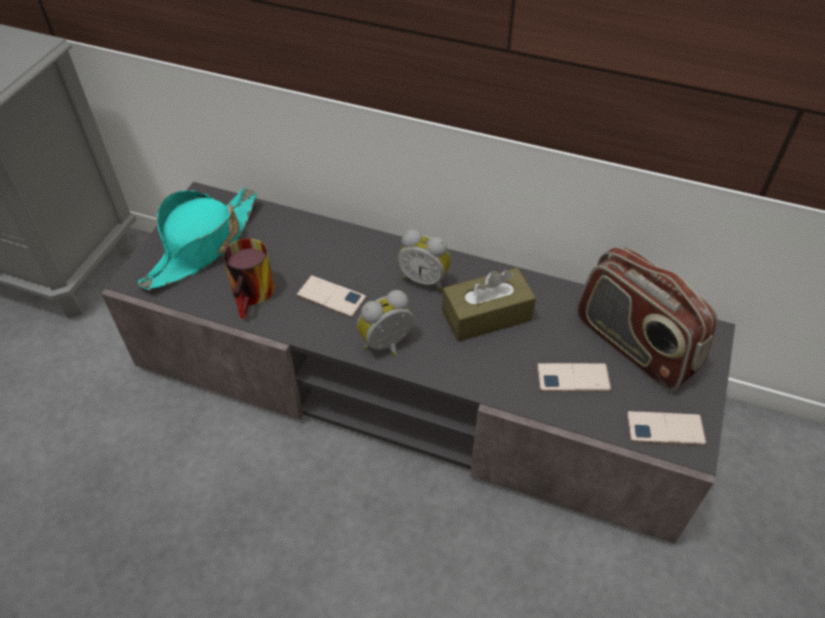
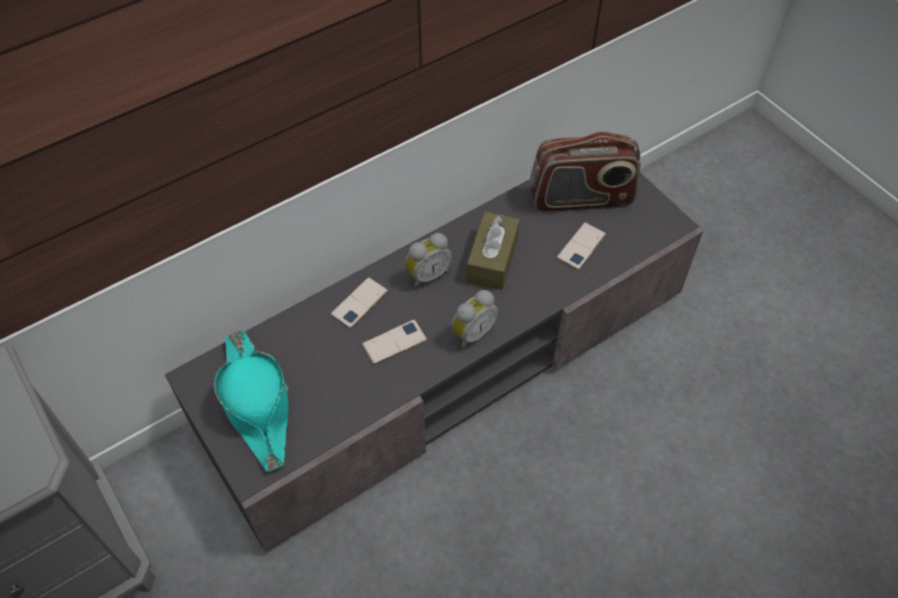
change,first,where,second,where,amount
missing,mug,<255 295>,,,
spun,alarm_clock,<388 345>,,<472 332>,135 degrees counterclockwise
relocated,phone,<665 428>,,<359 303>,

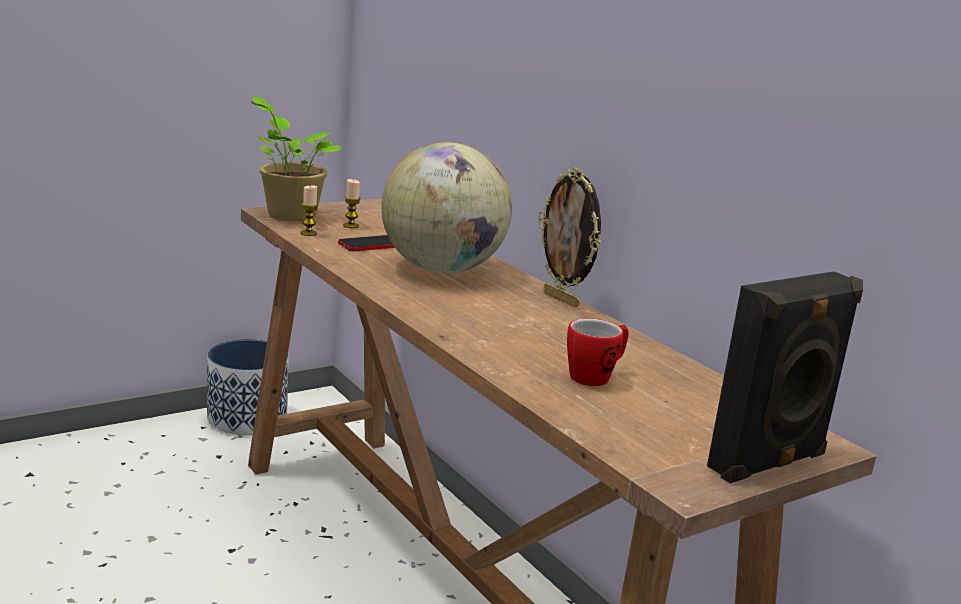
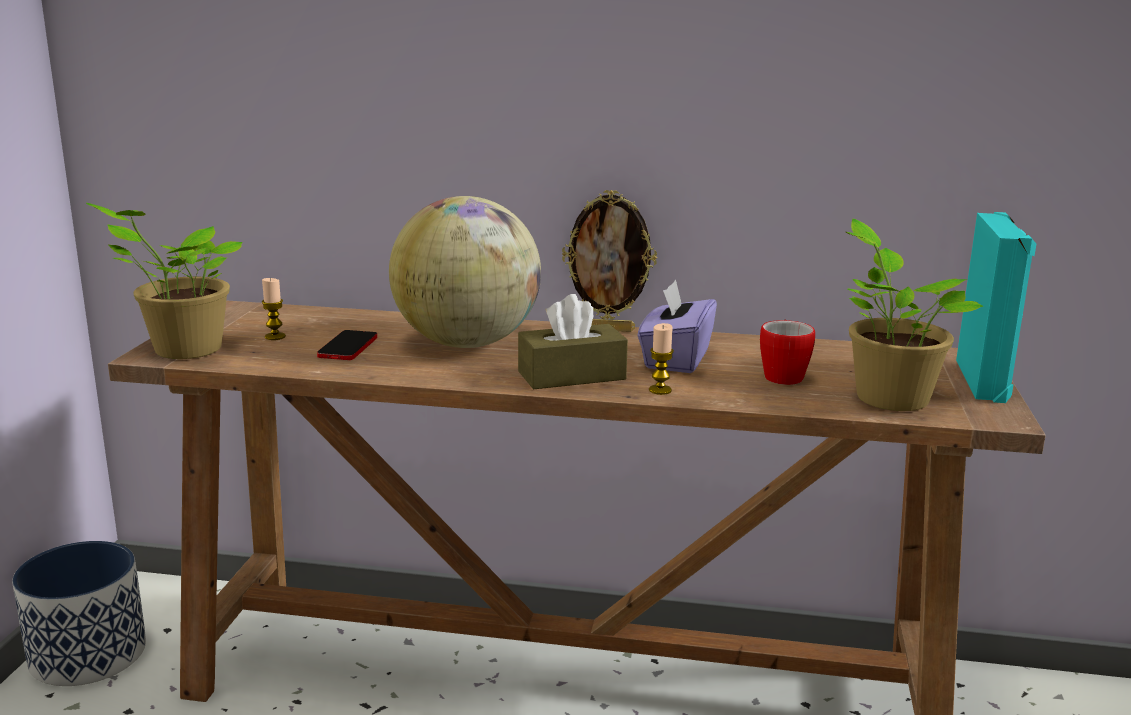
change,first,where,second,where,amount
relocated,candle,<308 233>,,<660 390>,
colour,black_speaker,<769 463>,turquoise_speaker,<984 381>,
appeared,,,brown_tissue_box,<571 375>,
appeared,,,purple_tissue_box,<675 359>,
appeared,,,potted_plant,<887 397>,

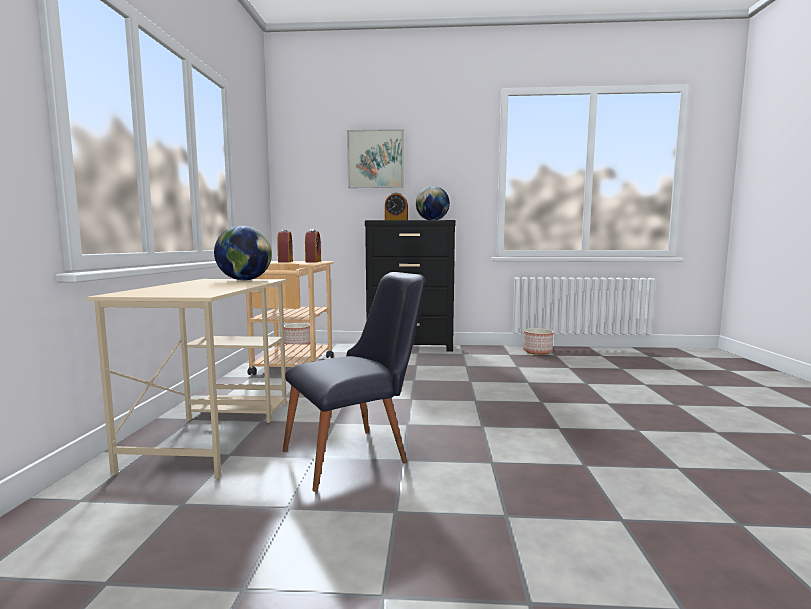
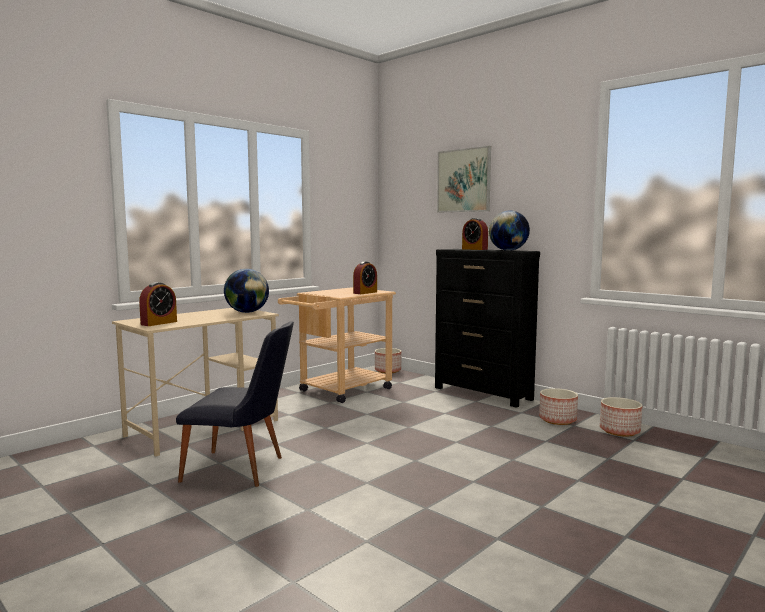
change,first,where,second,where,amount
relocated,alarm_clock,<285 261>,,<159 323>,
appeared,,,planter,<558 420>,

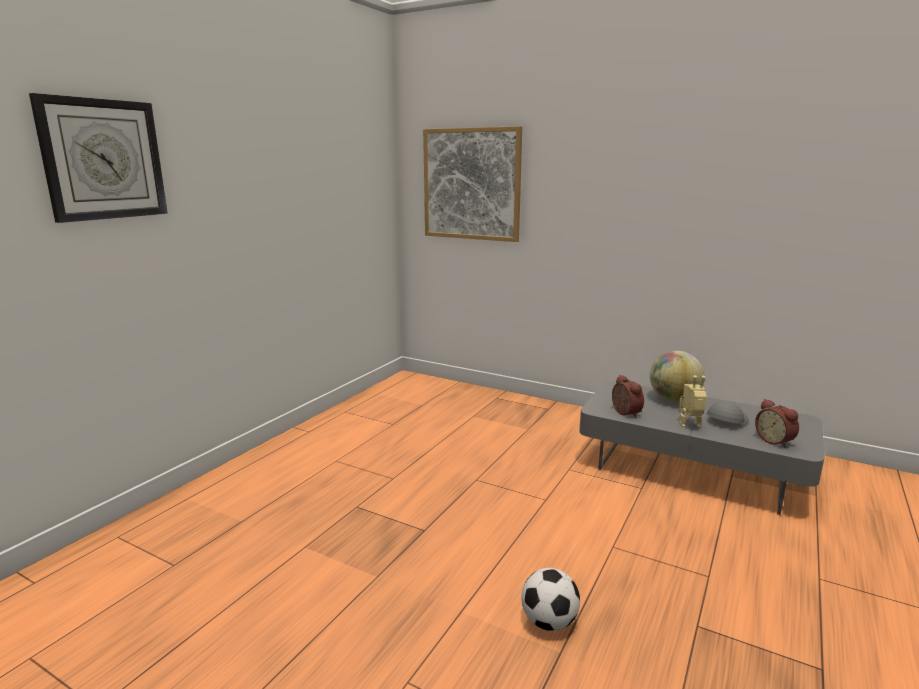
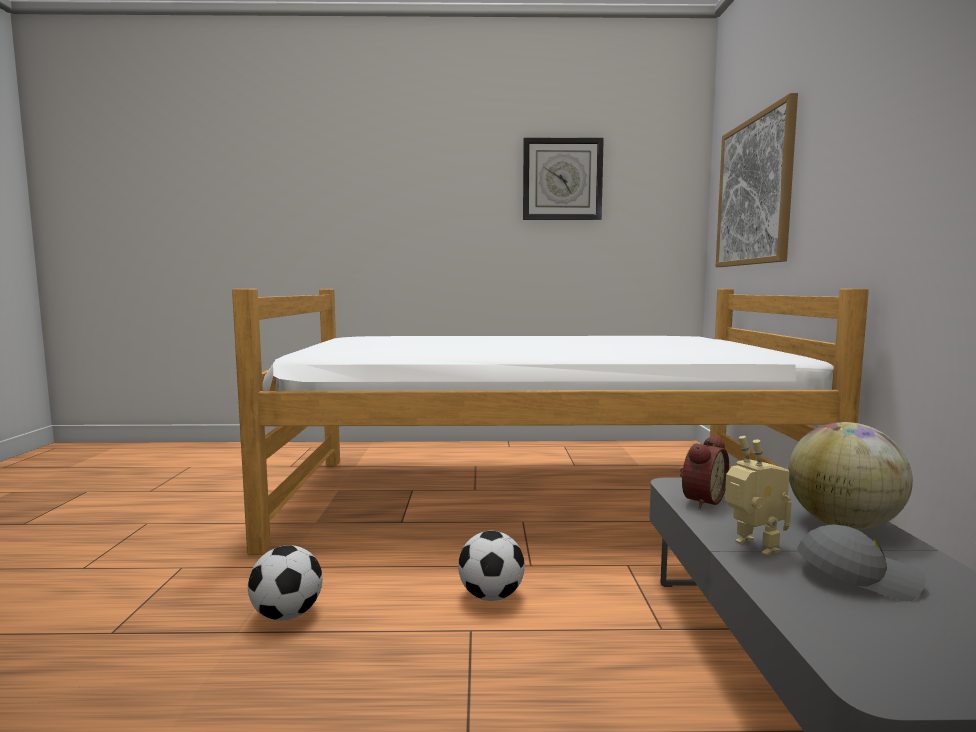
change,first,where,second,where,amount
relocated,wall_clock,<103 159>,,<562 179>,
missing,alarm_clock,<775 440>,,,
appeared,,,bed,<535 498>,
appeared,,,football,<491 596>,

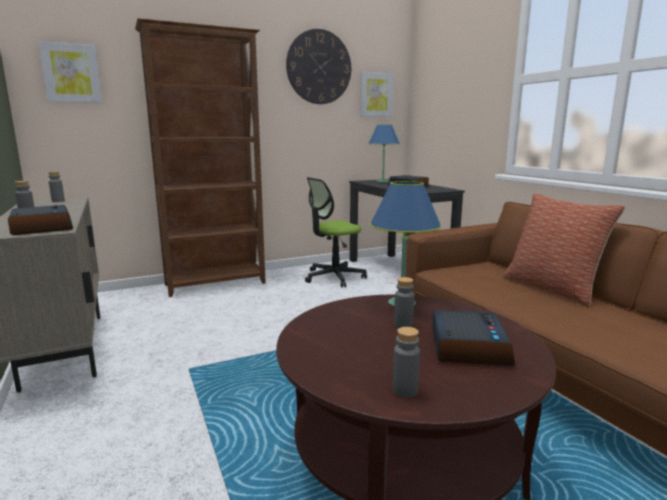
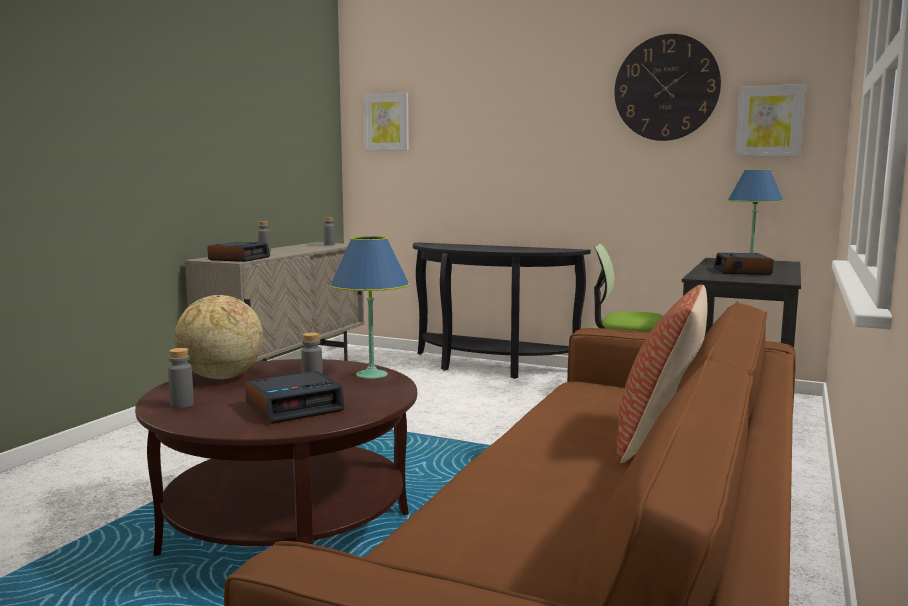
change,first,where,second,where,amount
exchanged,brown_bookcase,<216 284>,black_console_table,<488 367>,
appeared,,,globe,<221 377>,

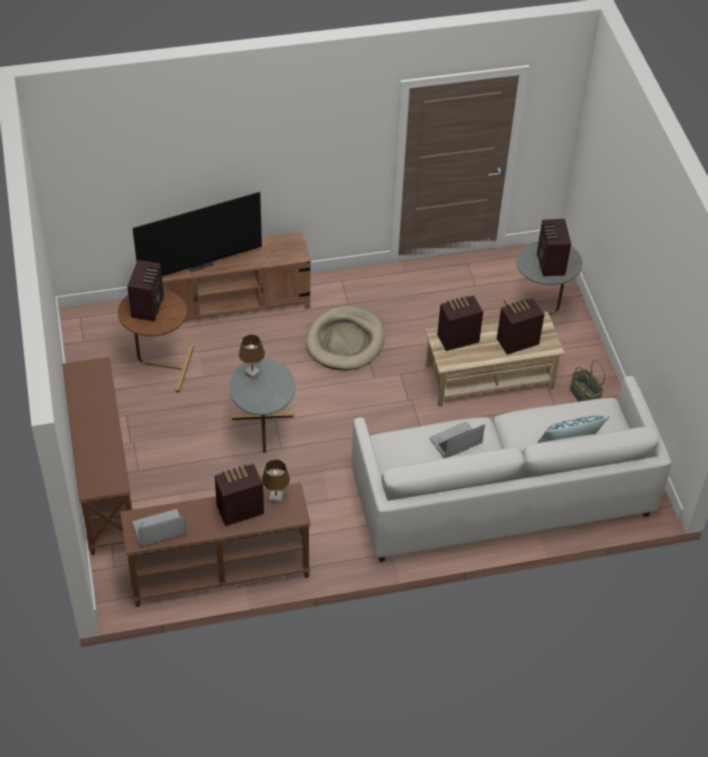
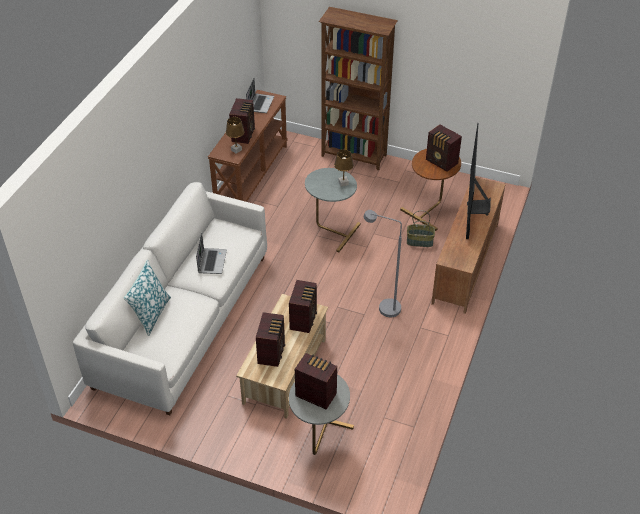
change,first,where,second,where,amount
exchanged,brown_console_table,<103 483>,brown_bookcase,<354 156>,
exchanged,beige_dog_bed,<345 341>,grey_floor_lamp,<383 307>,
relocated,basket,<583 396>,,<420 241>,

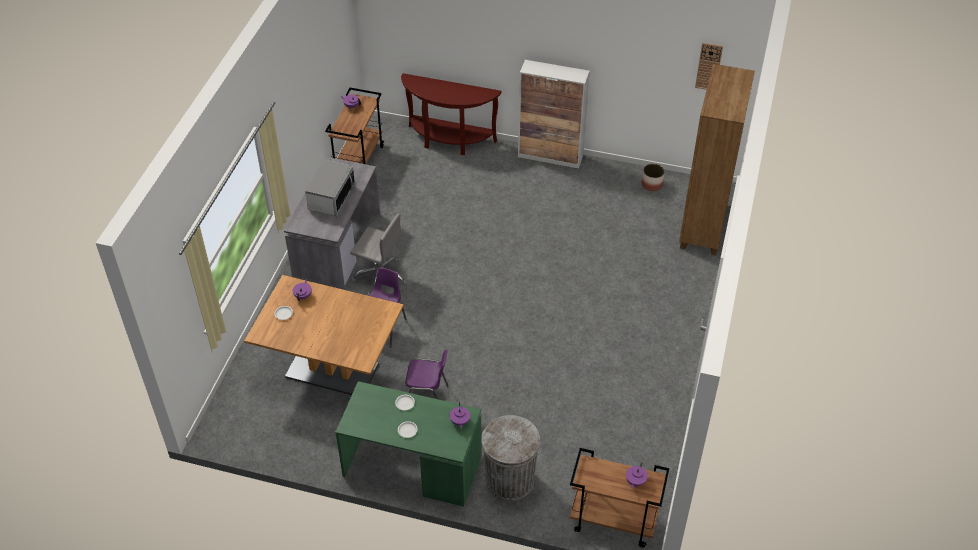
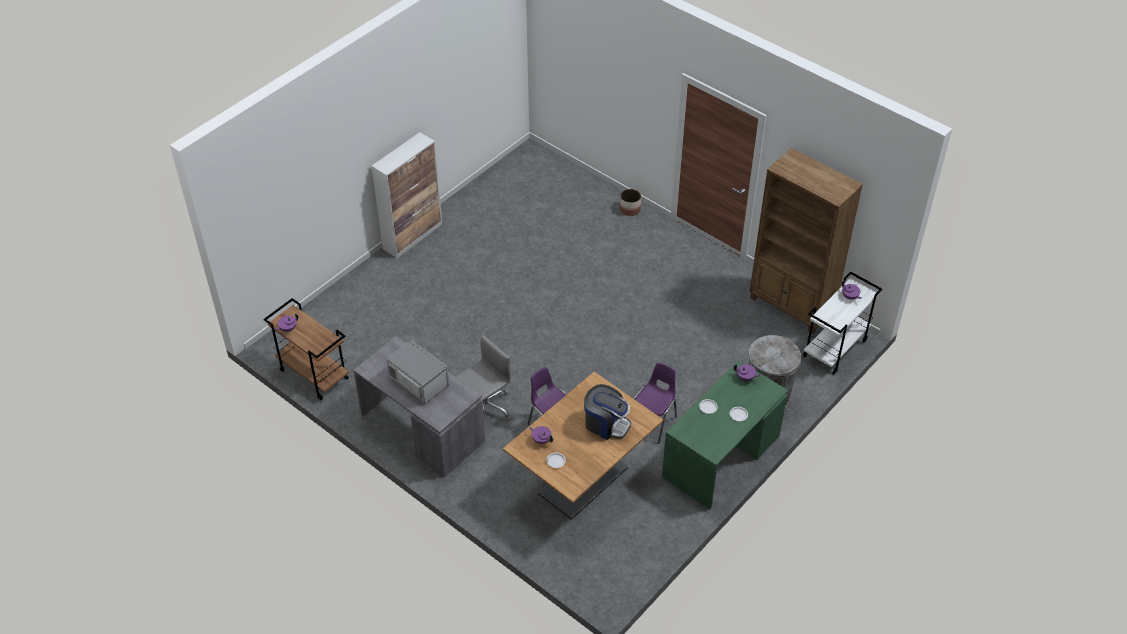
change,first,where,second,where,amount
missing,brown_console_table,<449 140>,,,
colour,brown_cart,<612 521>,white_cart,<835 349>,
relocated,planter,<652 184>,,<630 209>,
relocated,brown_bookcase,<702 226>,,<791 306>,
missing,wall_clock,<708 66>,,,
appeared,,,coffee_machine,<606 424>,

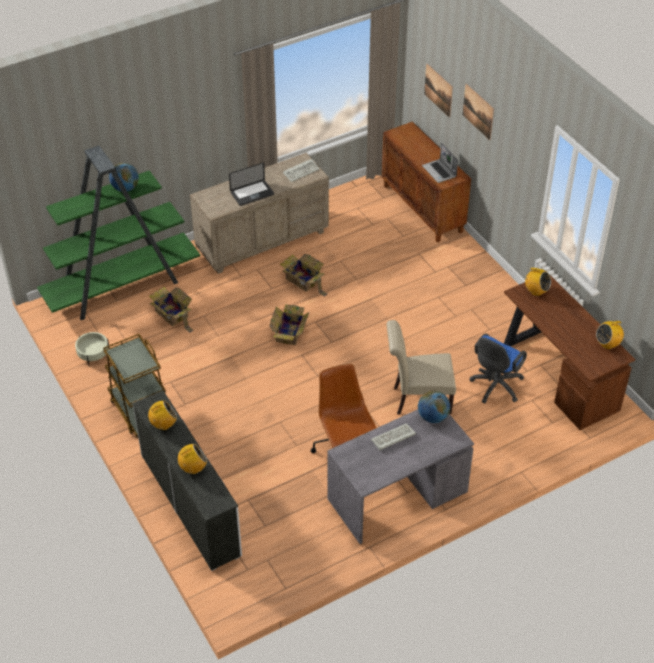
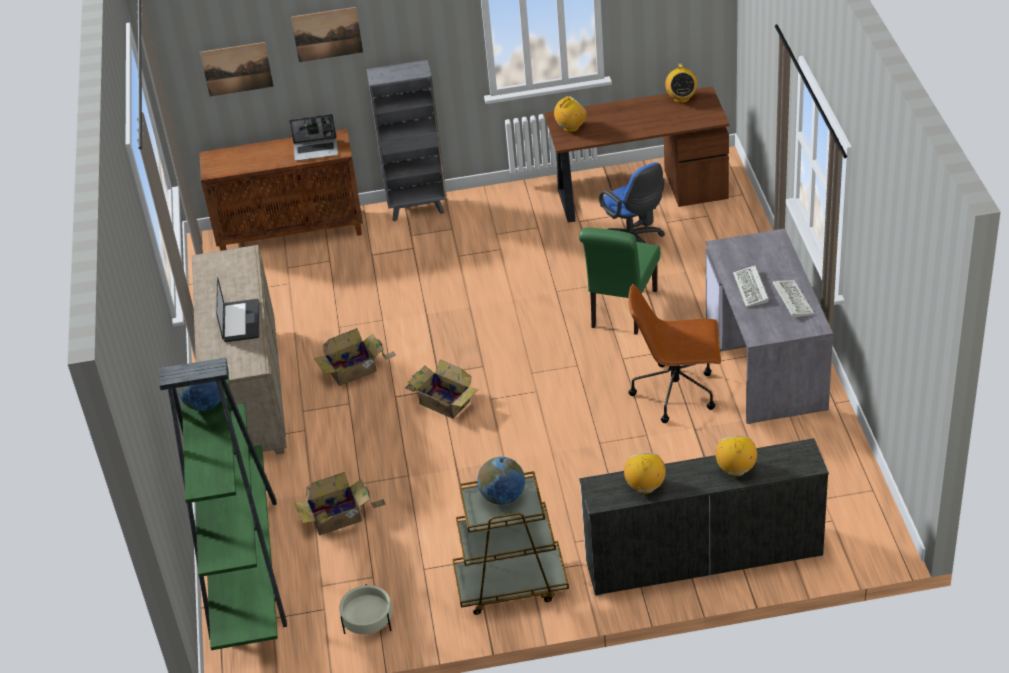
change,first,where,second,where,amount
relocated,keyboard,<301 171>,,<791 299>,
colour,beige_chair,<418 400>,green_chair,<621 312>,
relocated,globe,<433 417>,,<503 497>,
appeared,,,grey_bookcase,<418 208>,

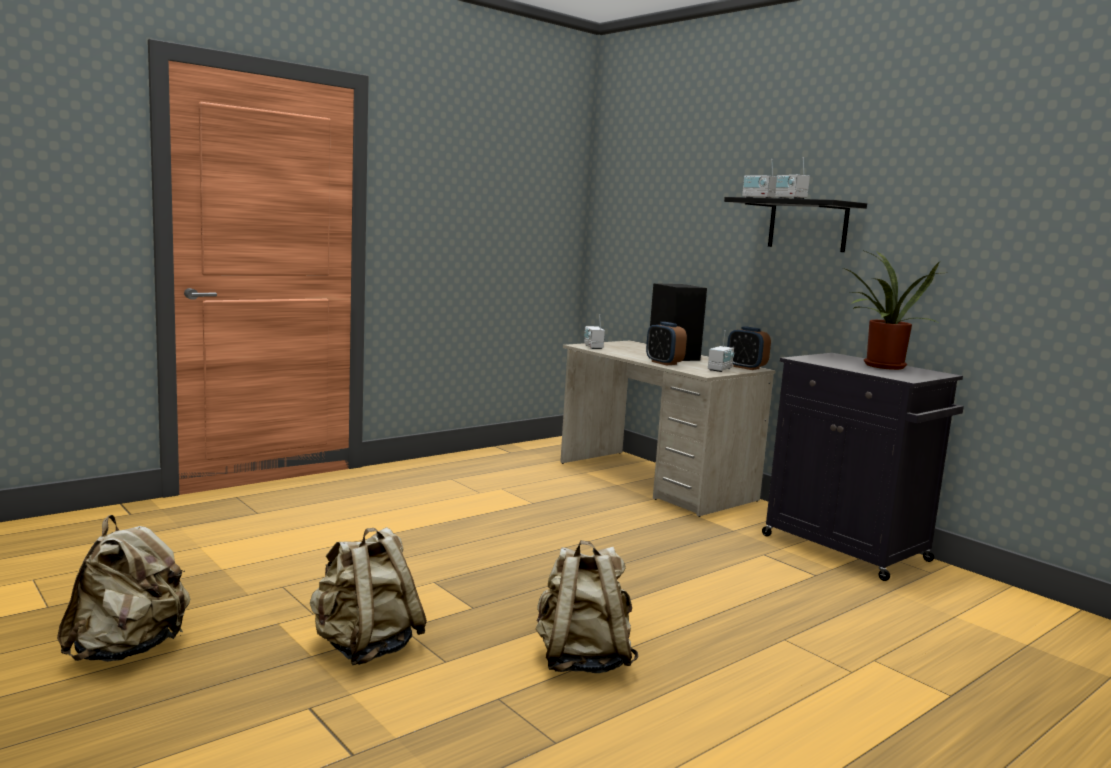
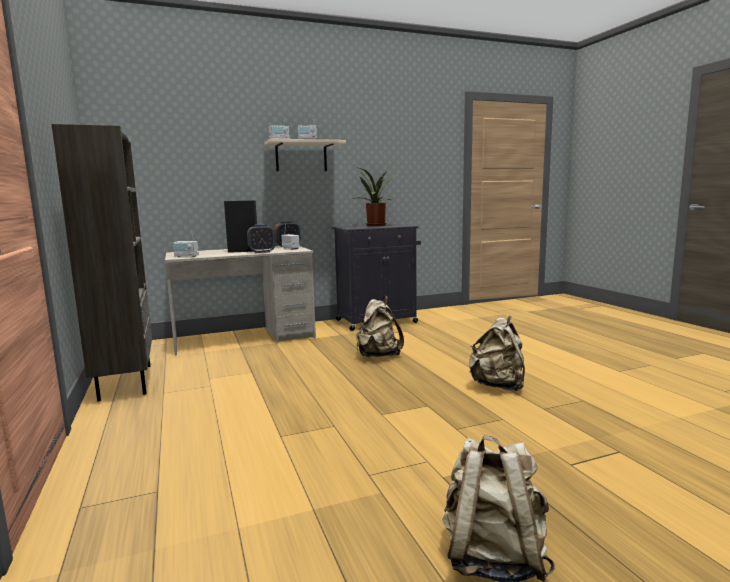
change,first,where,second,where,amount
relocated,beige_backpack,<365 647>,,<378 356>,
colour,black_shelf,<807 225>,beige_shelf,<301 157>,
appeared,,,brown_bookcase,<124 382>,

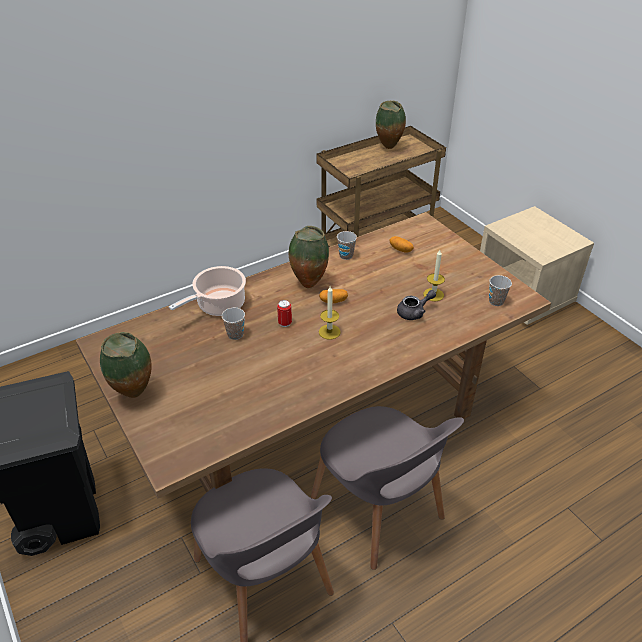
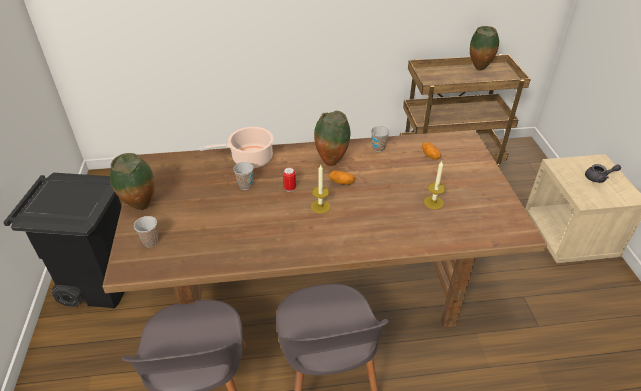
change,first,where,second,where,amount
relocated,grey_teapot,<414 312>,,<598 178>,
relocated,cup,<496 301>,,<151 242>,

